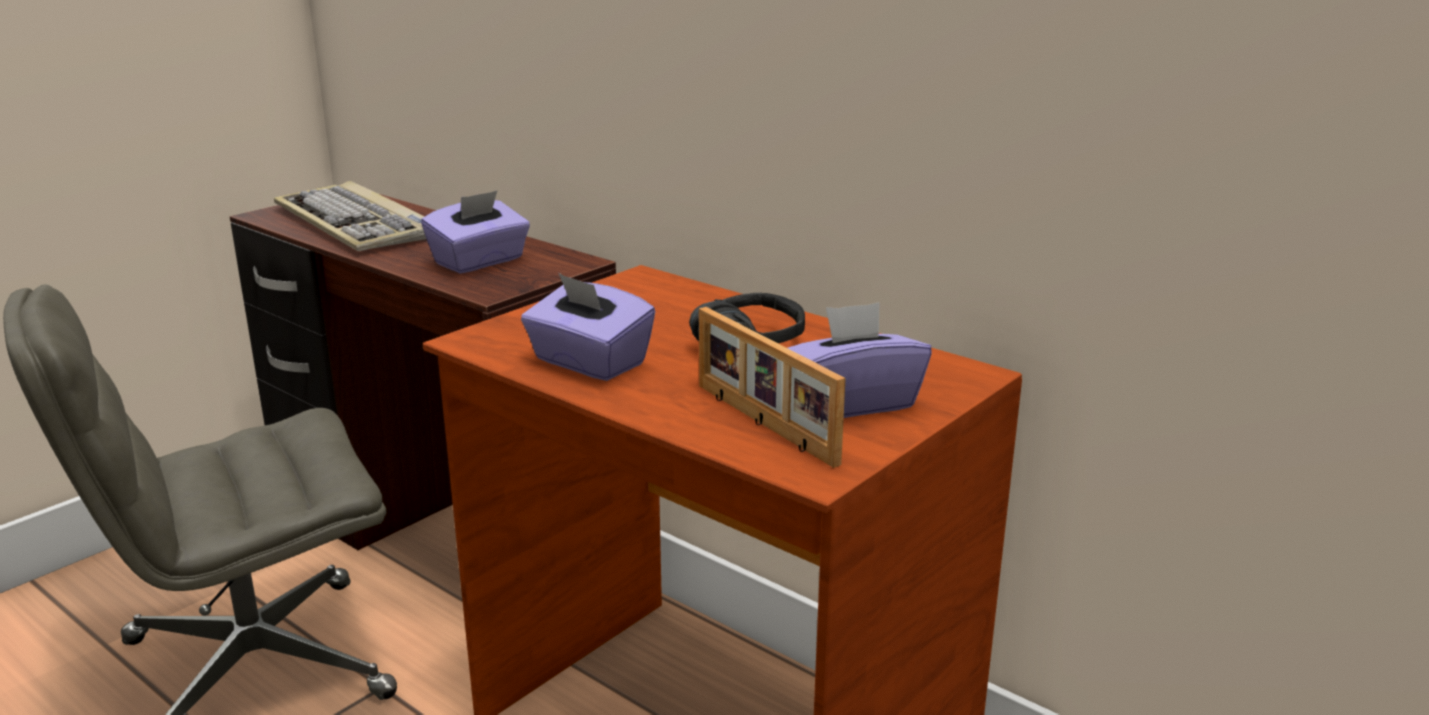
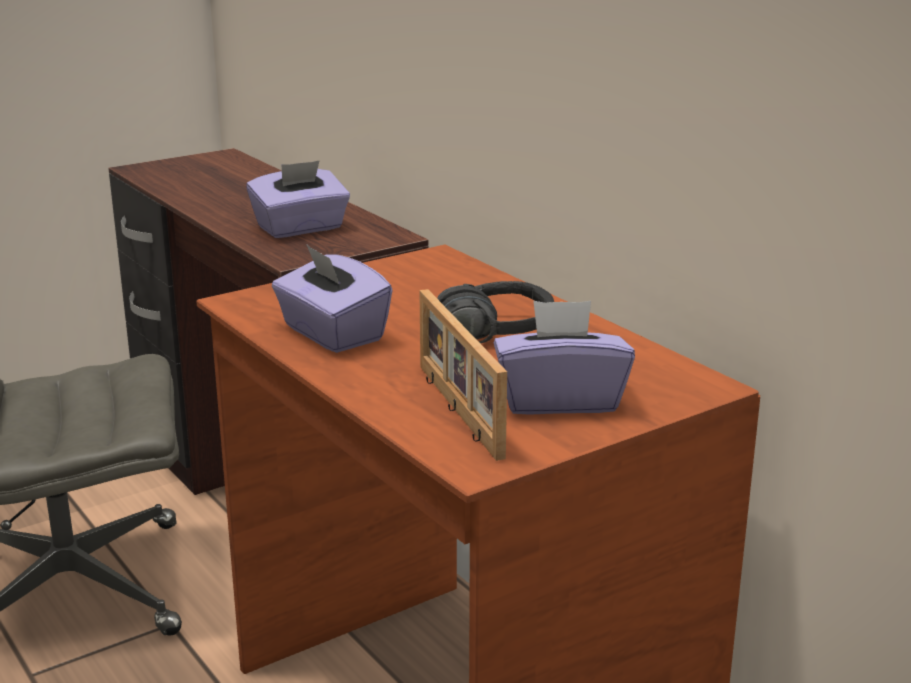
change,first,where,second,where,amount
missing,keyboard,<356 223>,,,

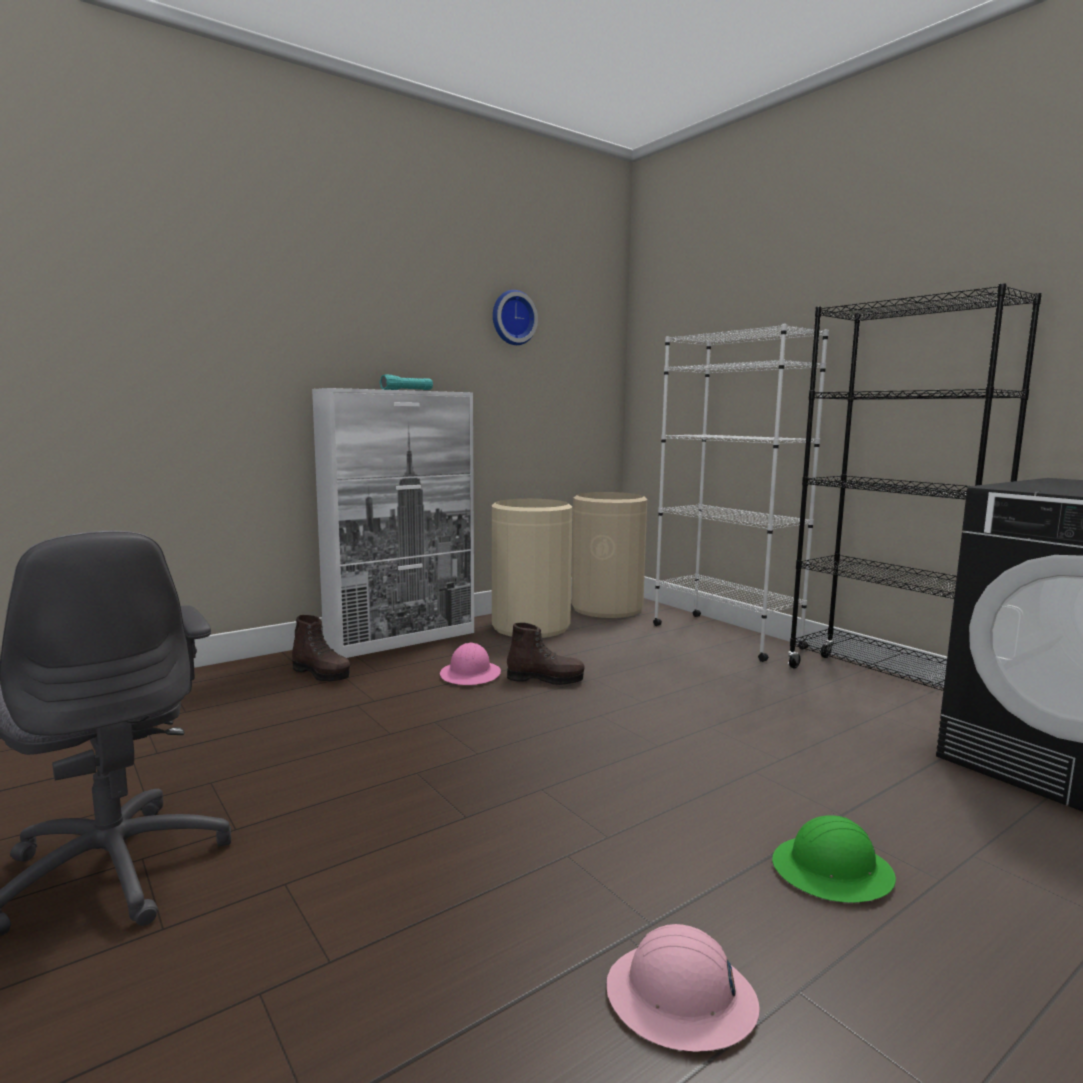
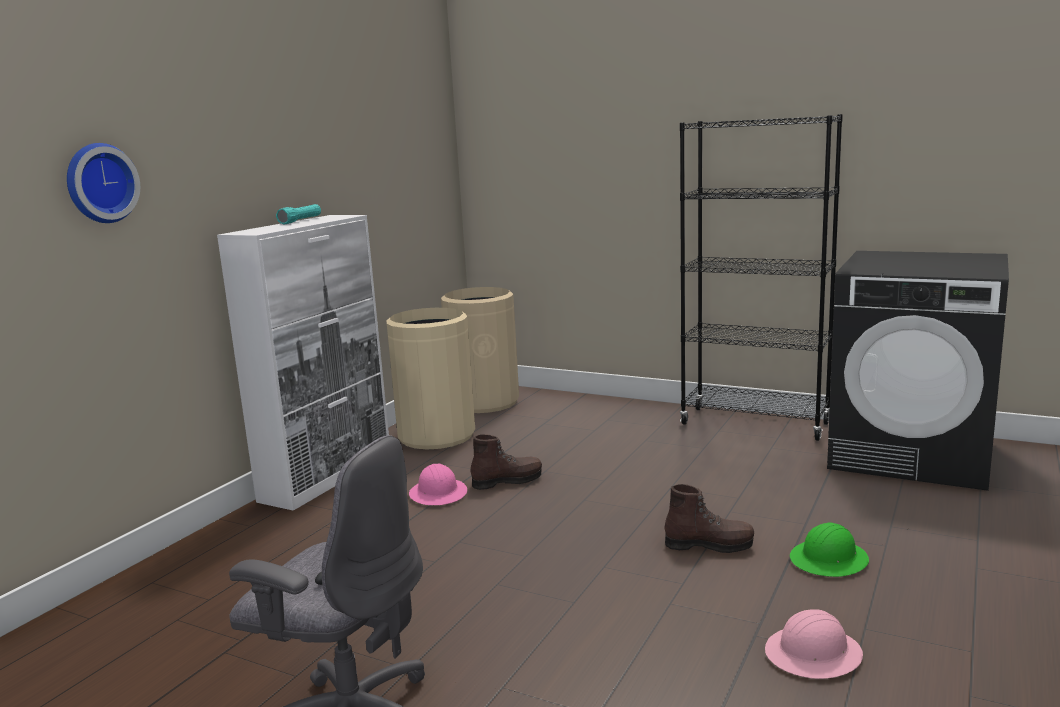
change,first,where,second,where,amount
relocated,brown_boot,<322 673>,,<709 545>,
relocated,wall_clock,<512 318>,,<99 183>,
missing,white_bookcase,<725 636>,,,

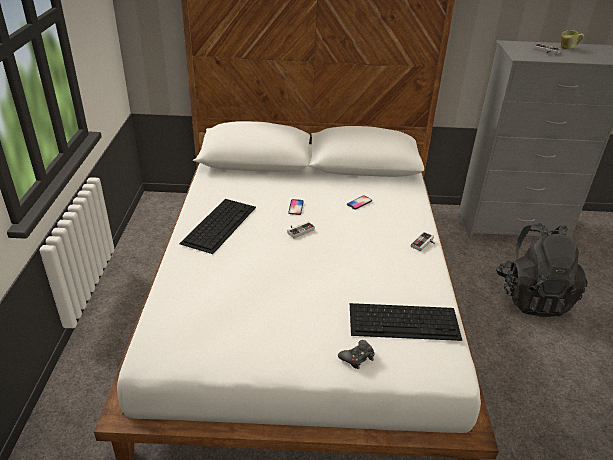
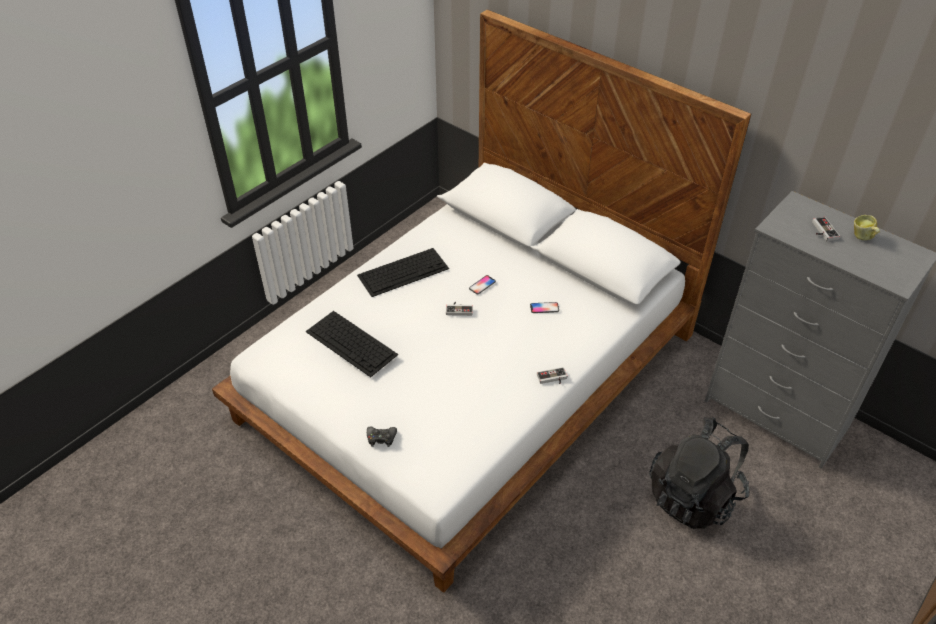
change,first,where,second,where,amount
relocated,keyboard,<405 321>,,<352 343>,

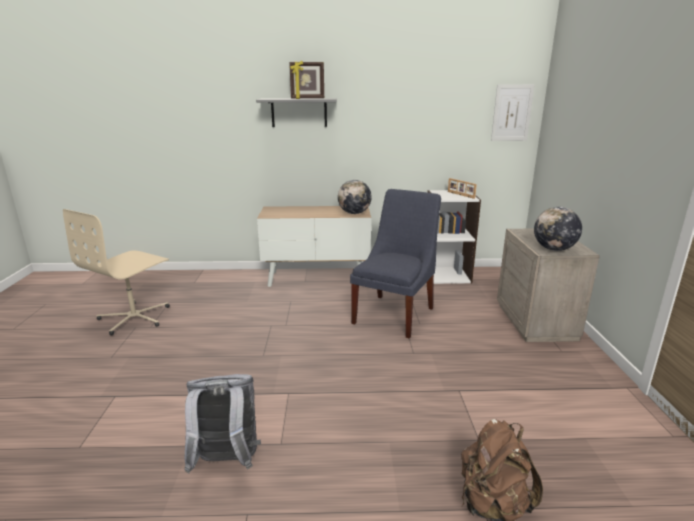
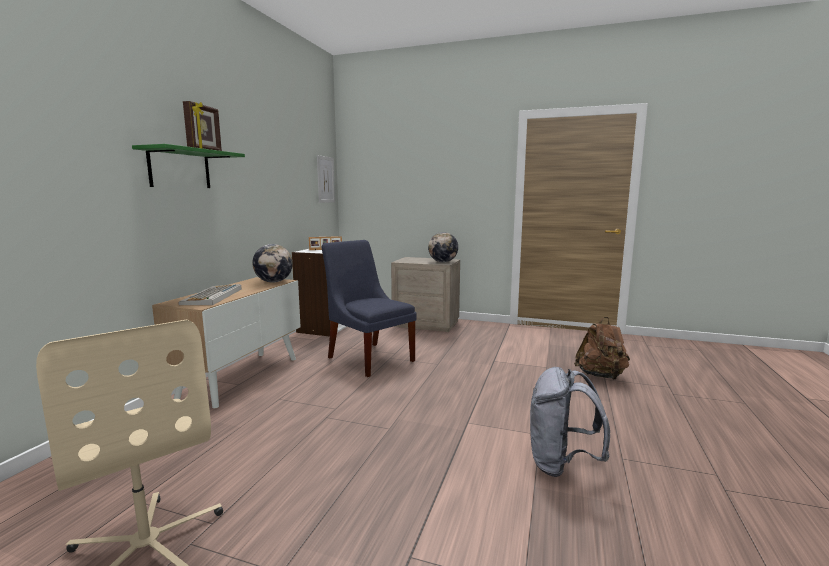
change,first,where,second,where,amount
colour,grey_shelf,<299 112>,green_shelf,<180 169>,
appeared,,,keyboard,<212 296>,

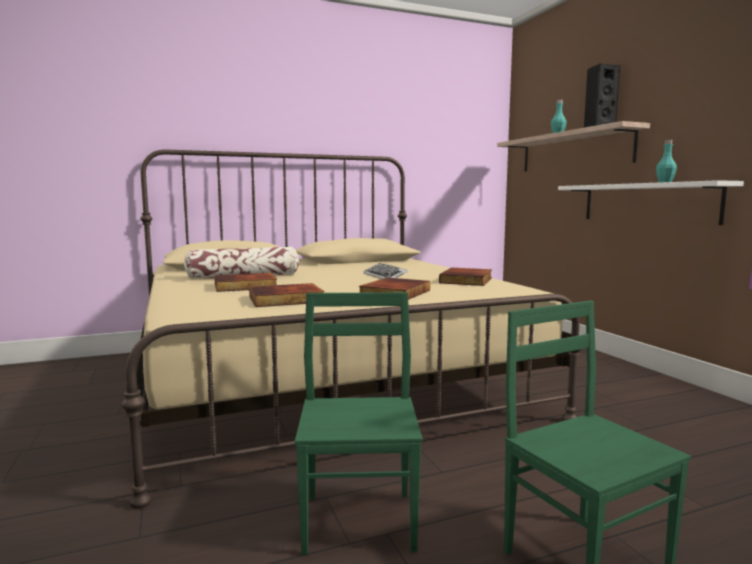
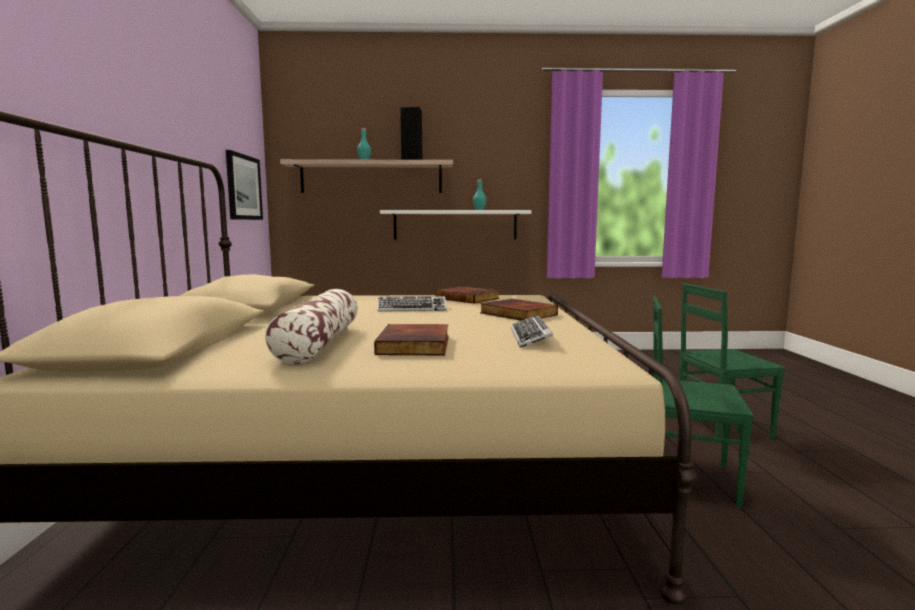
change,first,where,second,where,amount
exchanged,book,<285 300>,keyboard,<530 337>,
appeared,,,picture,<243 187>,

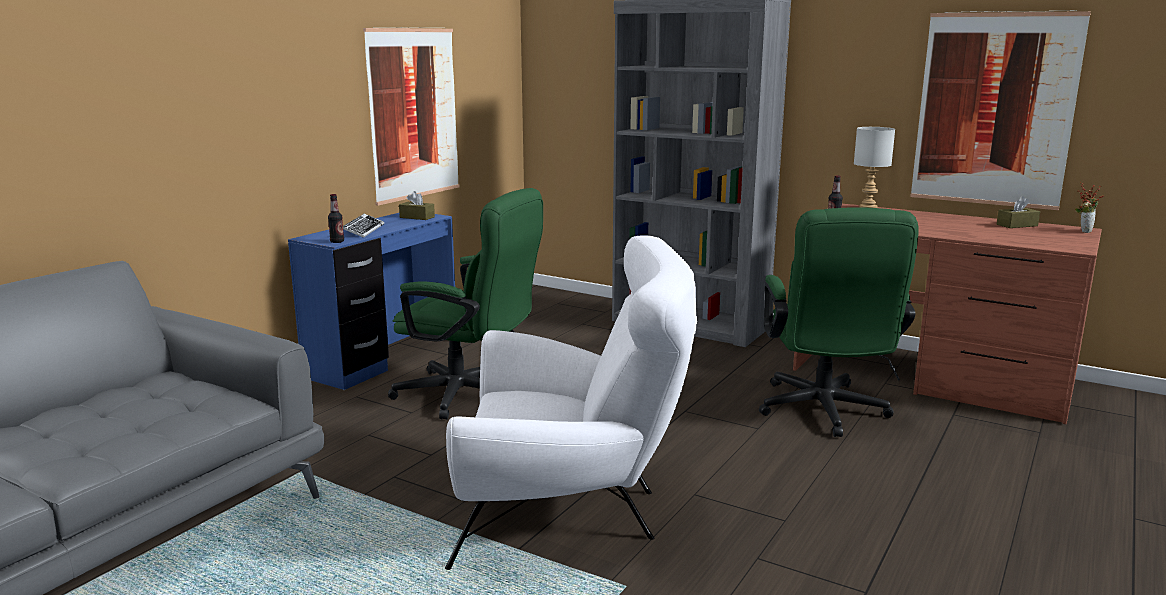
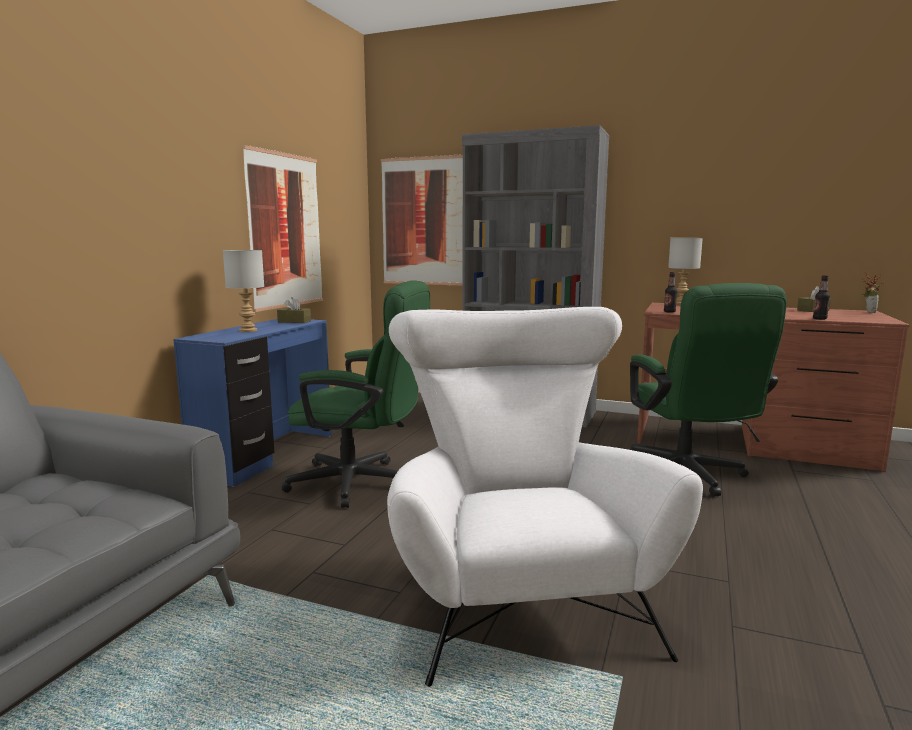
change,first,where,second,where,amount
relocated,bottle,<337 242>,,<819 319>,
exchanged,keyboard,<363 230>,grey_table_lamp,<247 330>,
spun,white_armchair,<572 512>,,<518 593>,90 degrees counterclockwise
relocated,picture,<994 109>,,<424 221>,

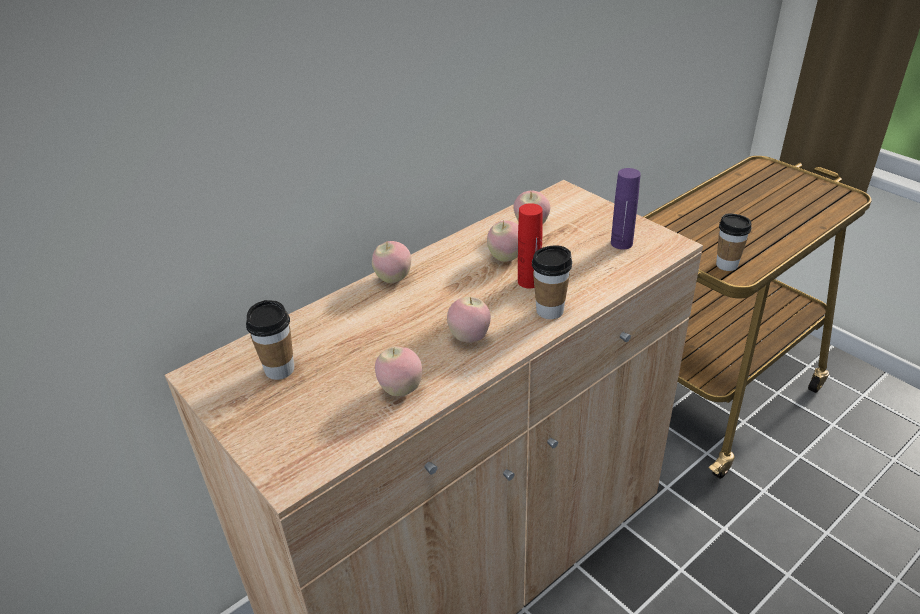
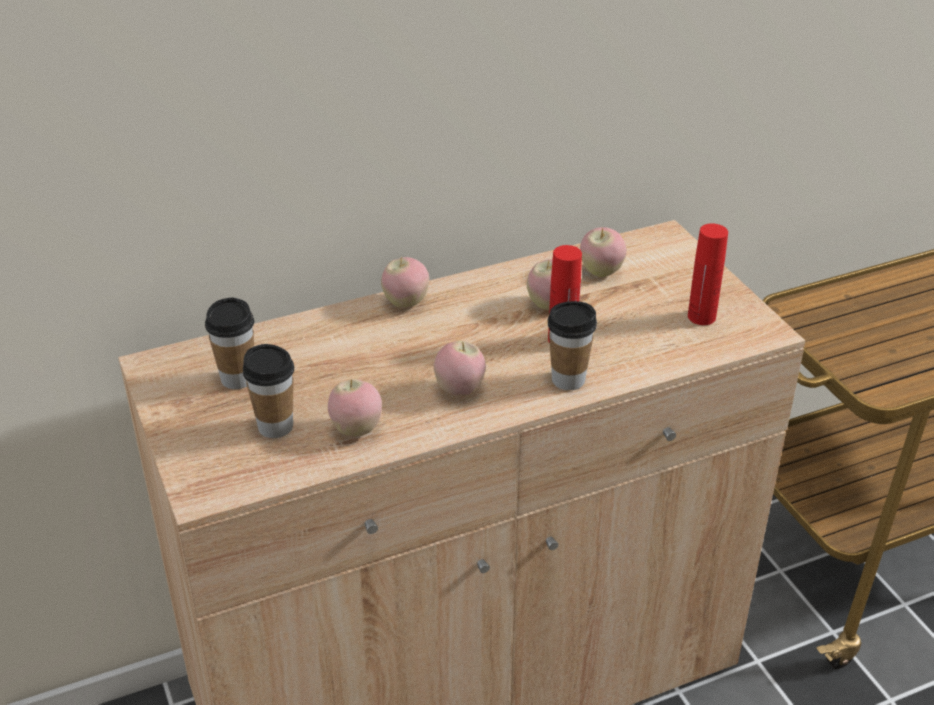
change,first,where,second,where,amount
colour,purple_bottle,<621 243>,red_bottle,<701 317>,
relocated,cup,<726 265>,,<275 426>,

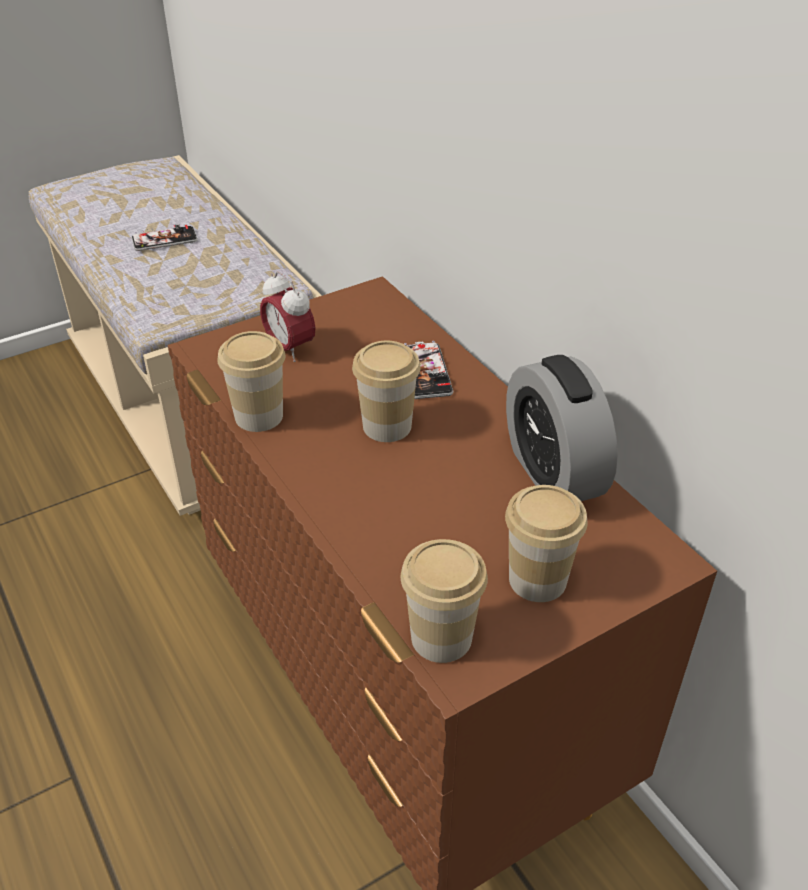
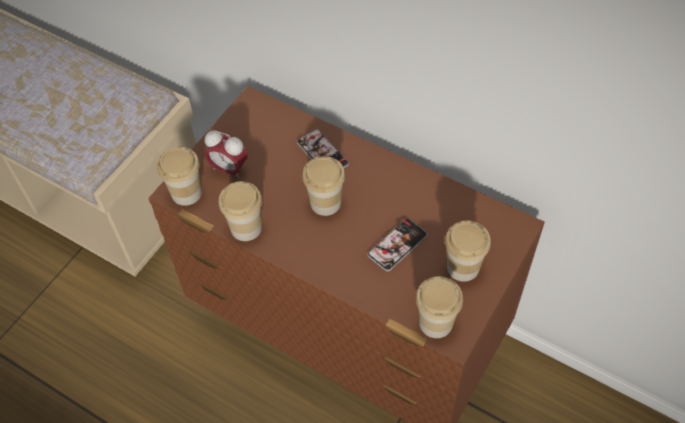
change,first,where,second,where,amount
relocated,phone,<164 240>,,<397 245>,
missing,alarm_clock,<553 473>,,,
appeared,,,cup,<186 193>,

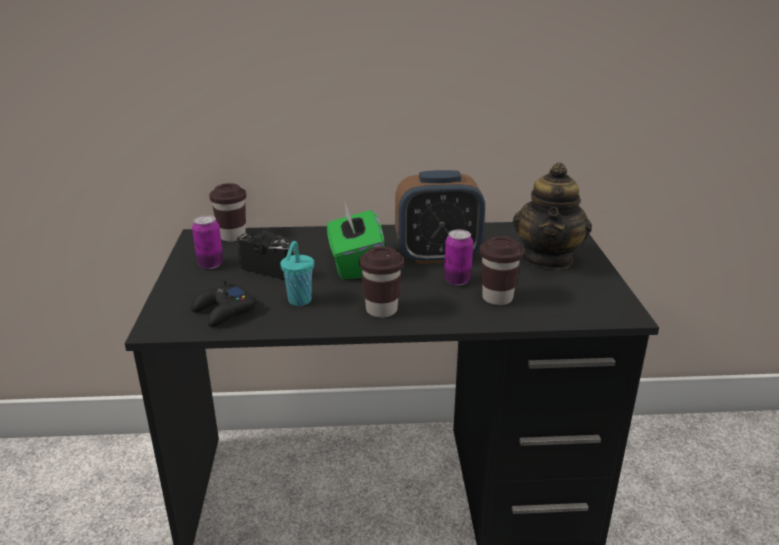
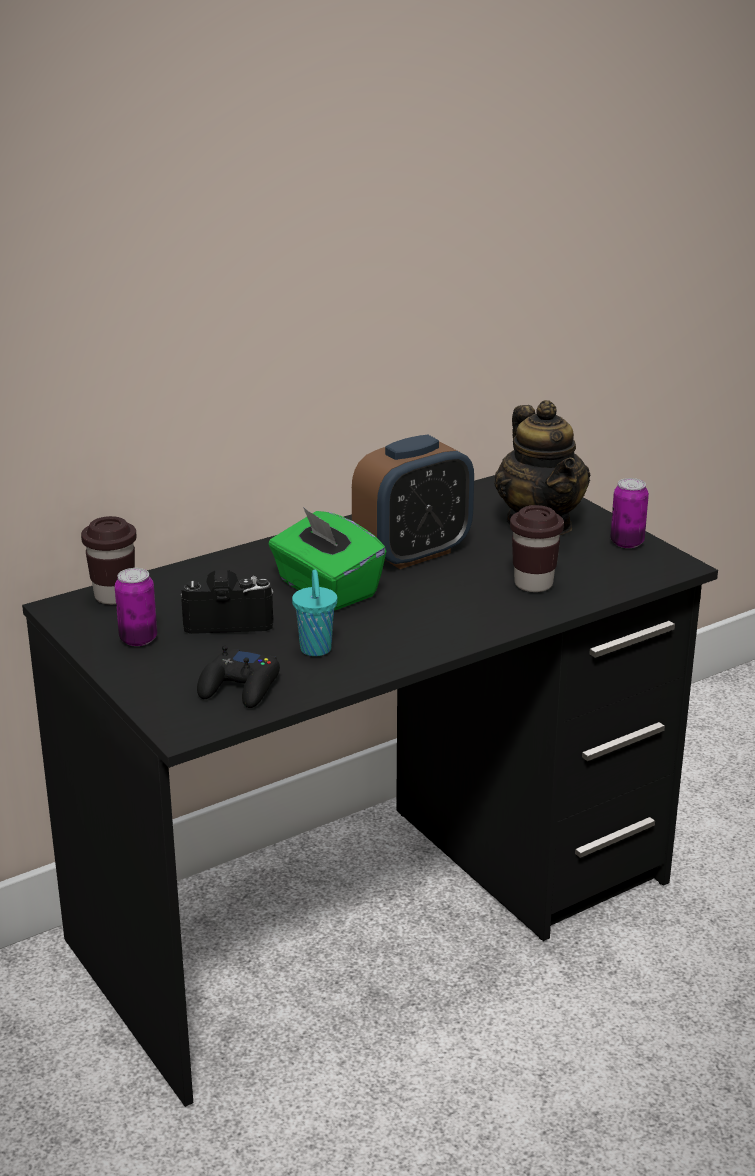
change,first,where,second,where,amount
missing,brown_cup,<381 310>,,,
relocated,can,<457 280>,,<627 542>,

